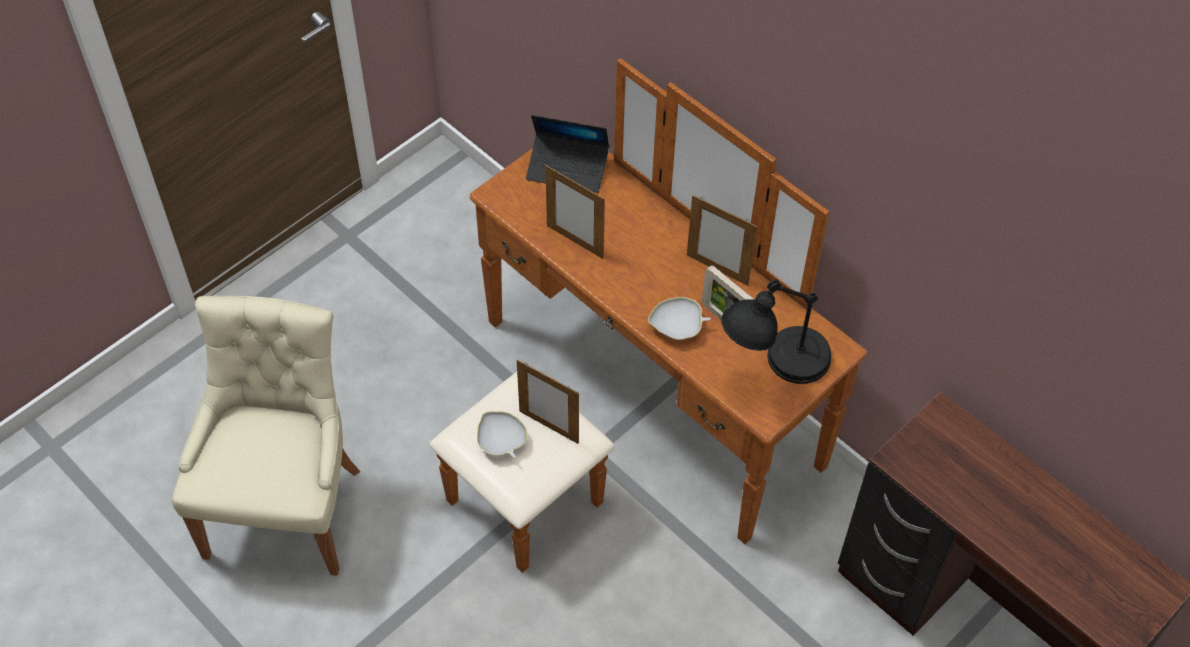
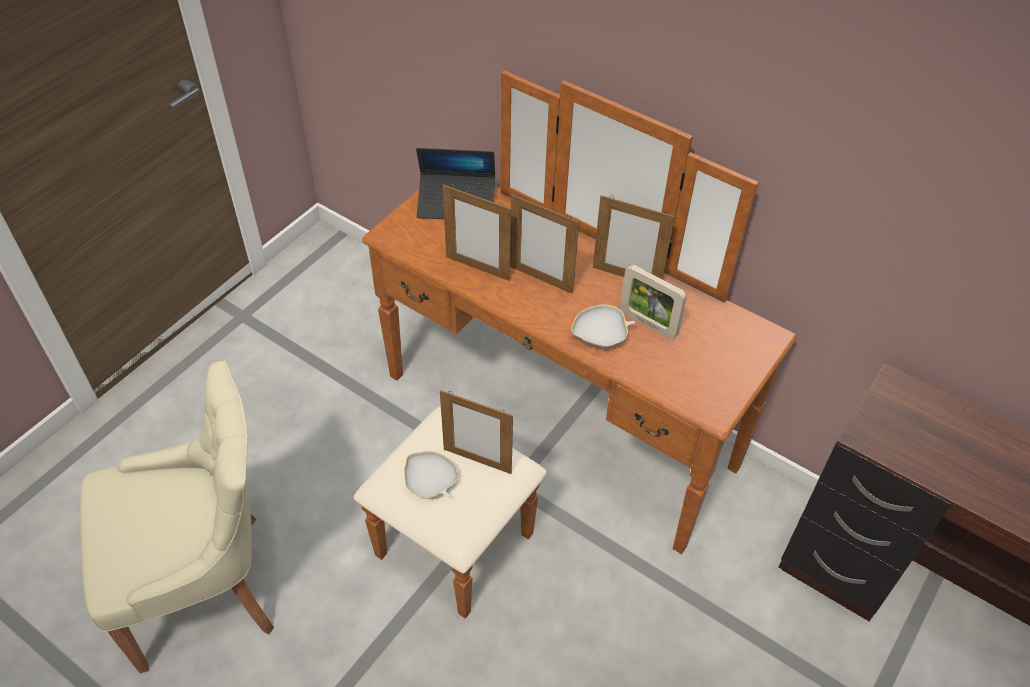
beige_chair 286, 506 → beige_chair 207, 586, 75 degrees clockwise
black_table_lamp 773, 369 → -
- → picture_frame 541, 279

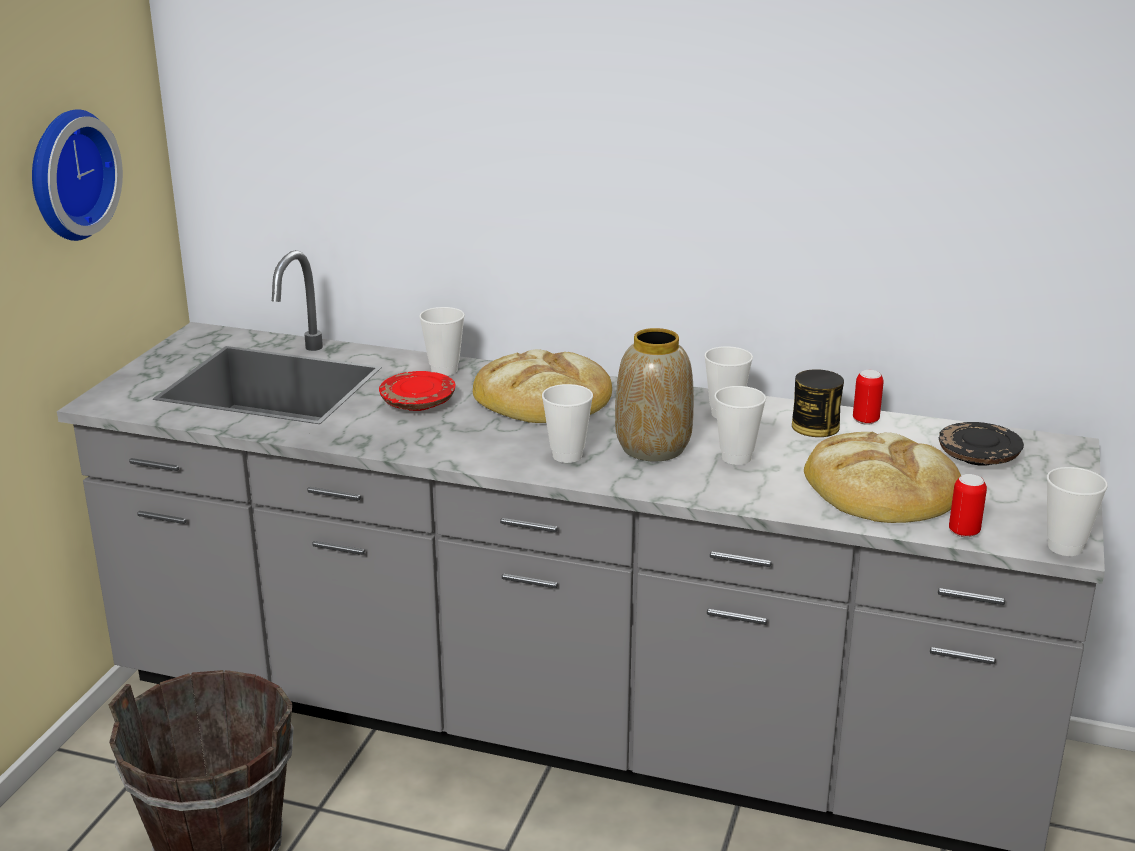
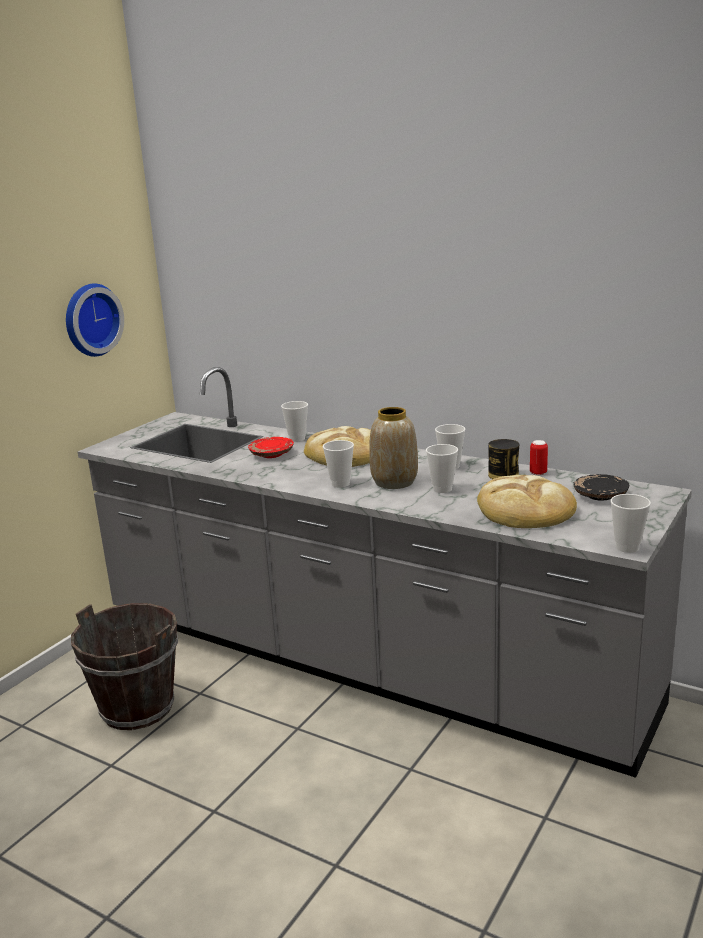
can 964, 532 → -

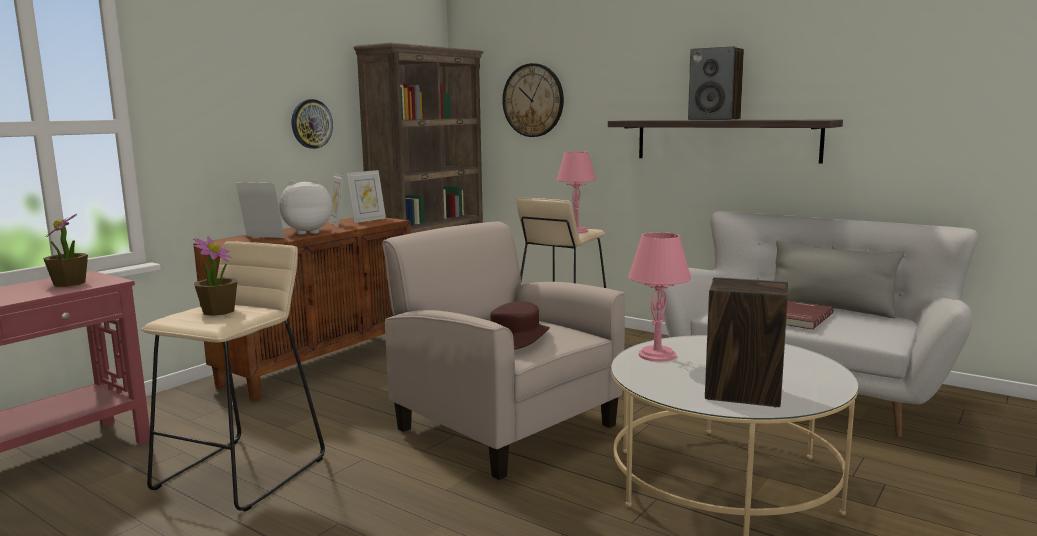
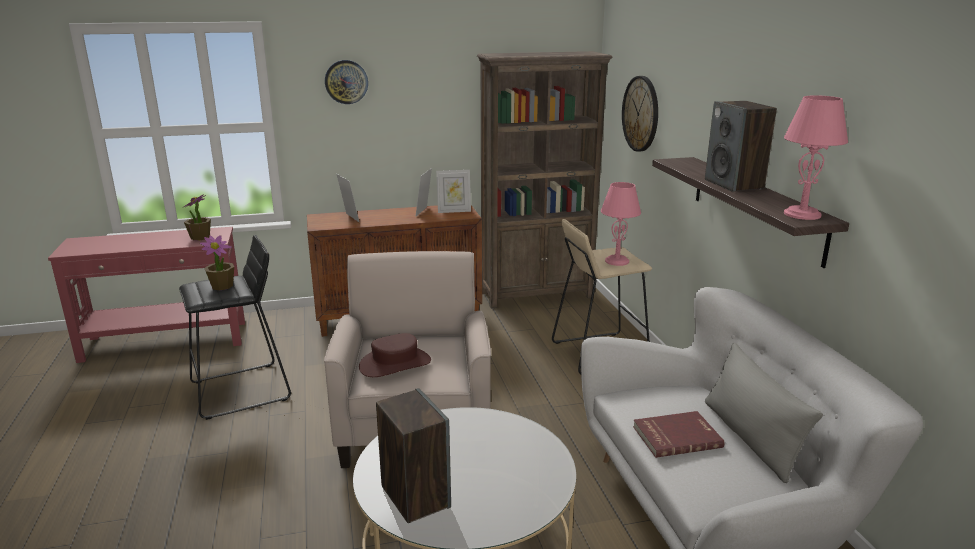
beige_stool 242, 473 → black_stool 241, 391
plush_toy 307, 232 → -
wall_clock 311, 124 → wall_clock 346, 82, shifted
pink_table_lamp 657, 355 → pink_table_lamp 802, 214, shifted

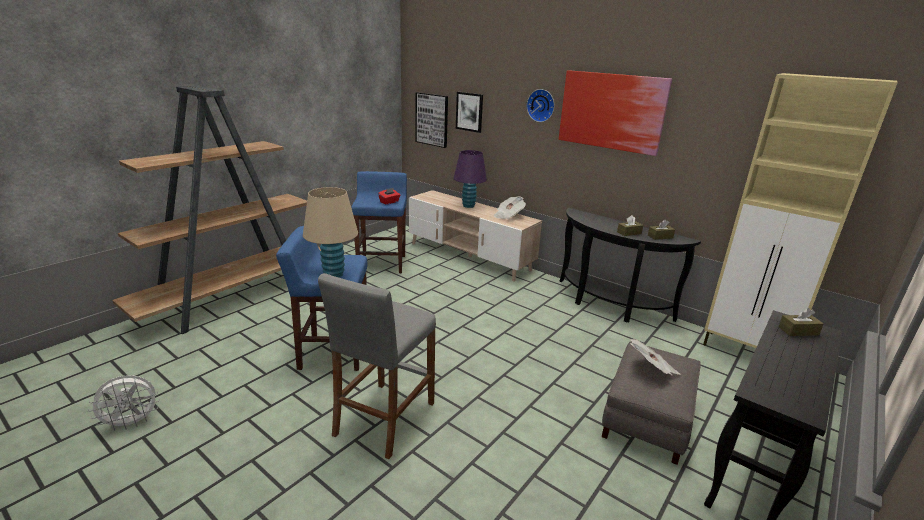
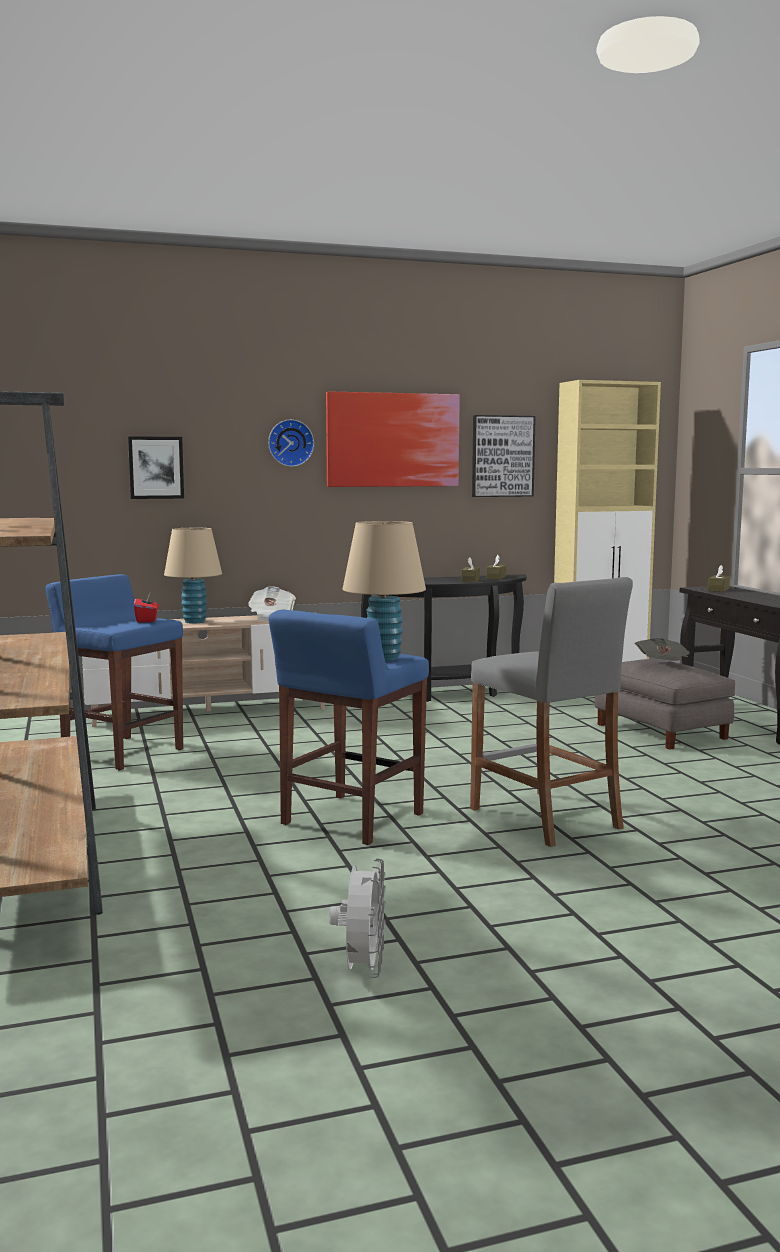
picture 432, 119 → picture 502, 456, shifted
purple_table_lamp 468, 206 → beige_table_lamp 194, 622

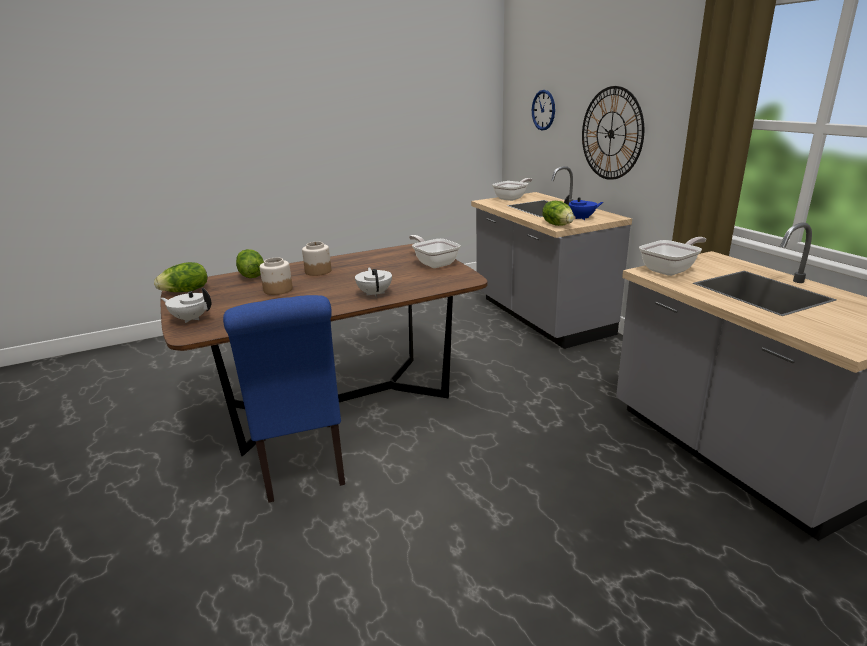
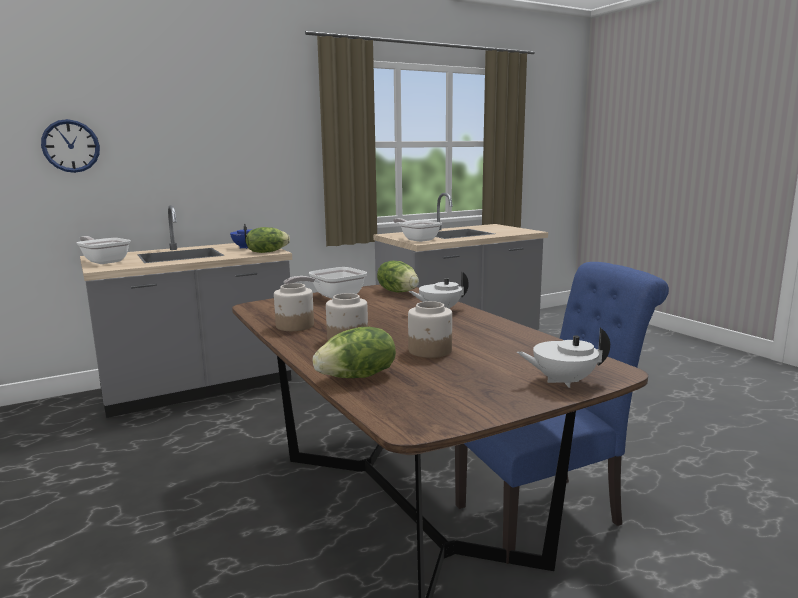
lettuce 186, 291 → lettuce 398, 291, shifted
white_teapot 191, 319 → white_teapot 562, 381, 75 degrees clockwise
wall_clock 611, 134 → -
- → jar 295, 326

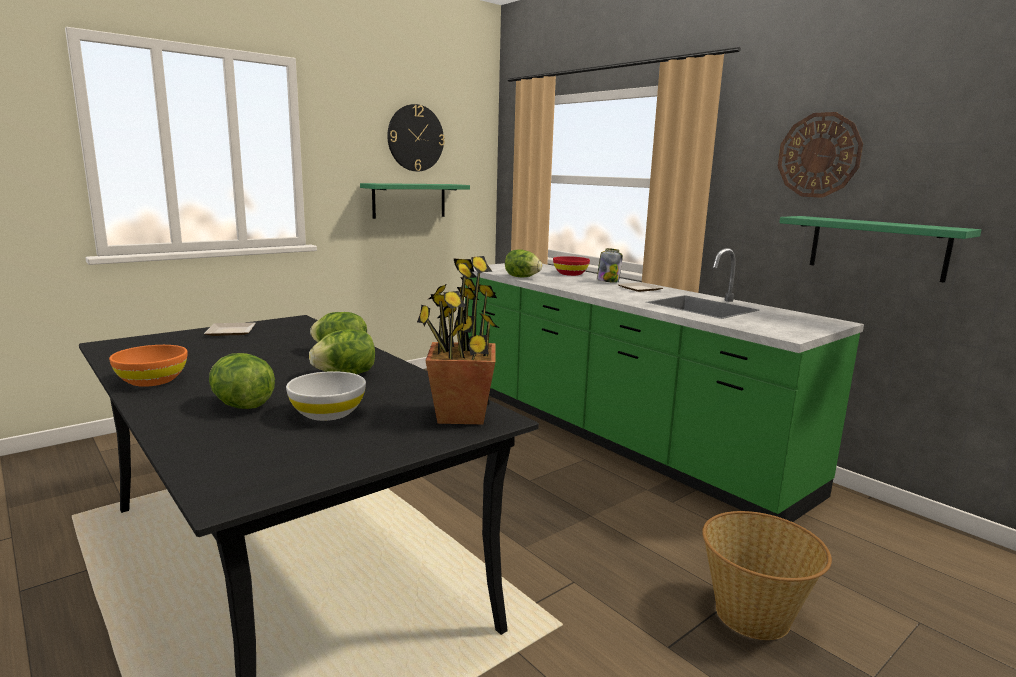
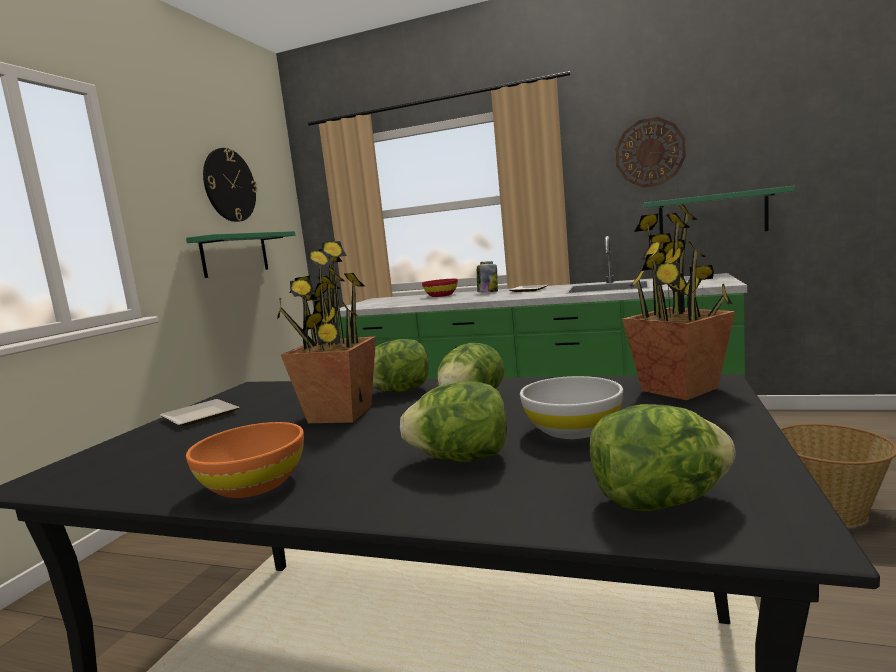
lettuce 522, 277 → lettuce 659, 502, shifted
- → potted_plant 340, 415

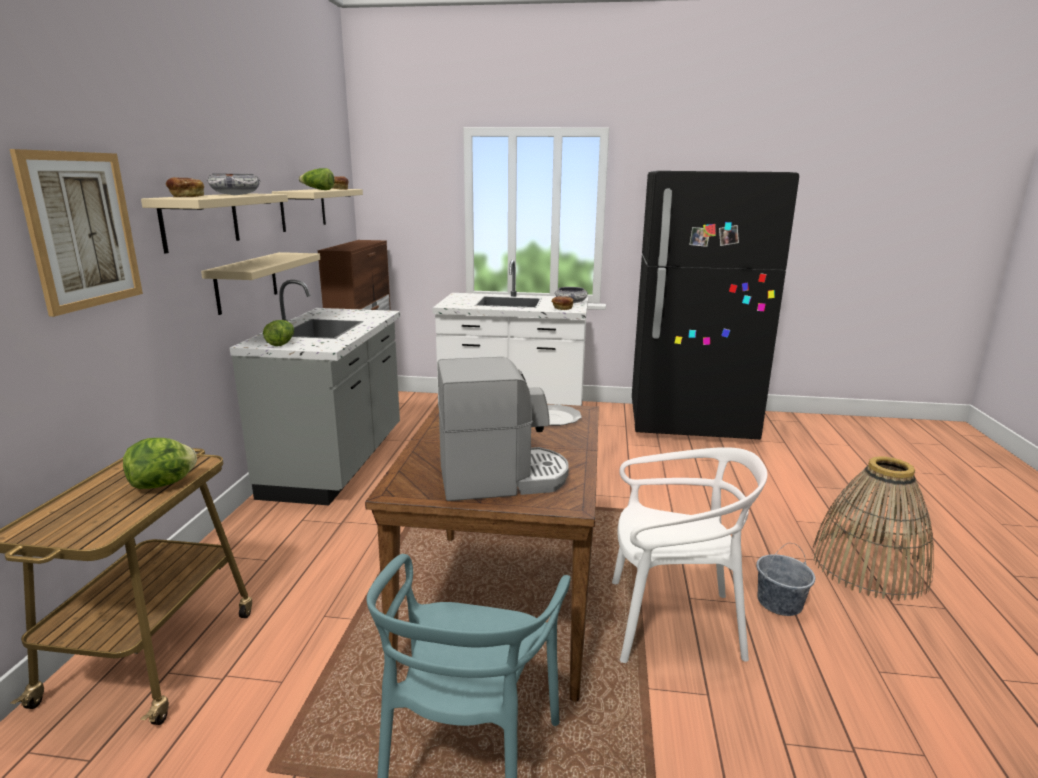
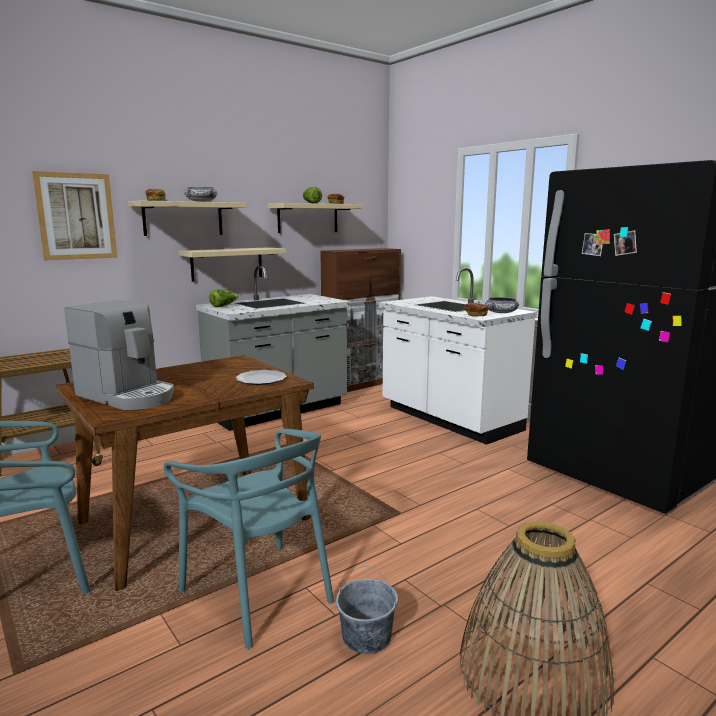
lettuce 164, 484 → -
white_chair 672, 622 → turquoise_chair 259, 592

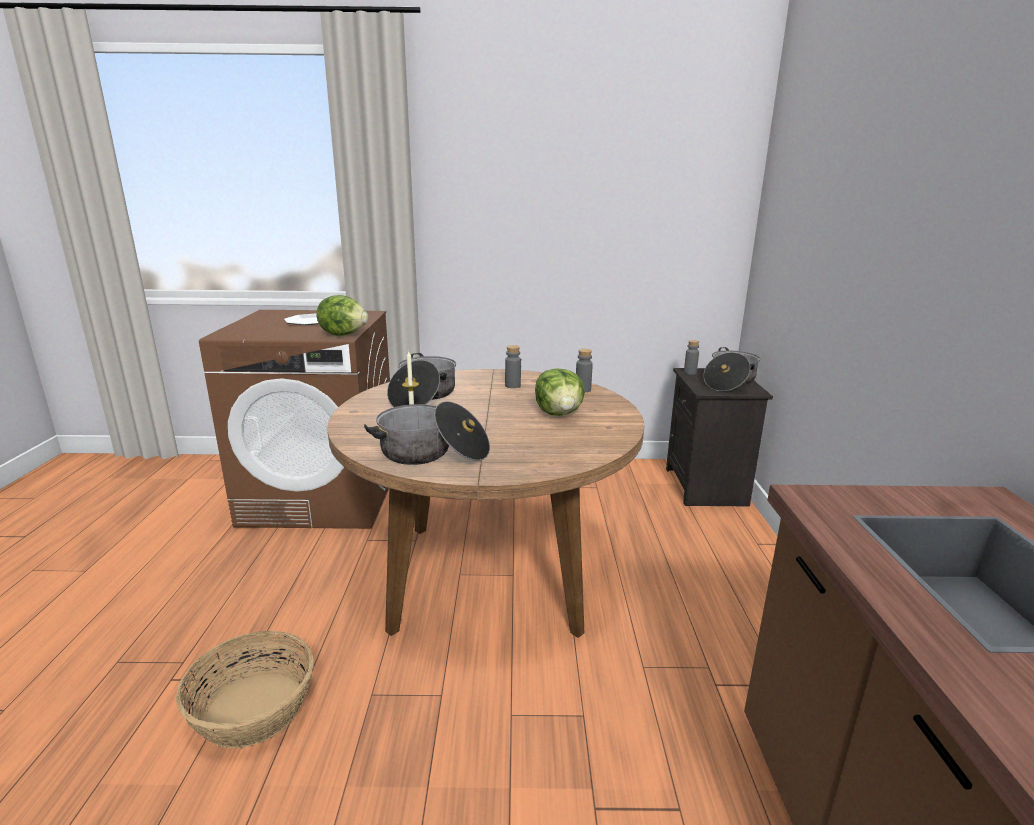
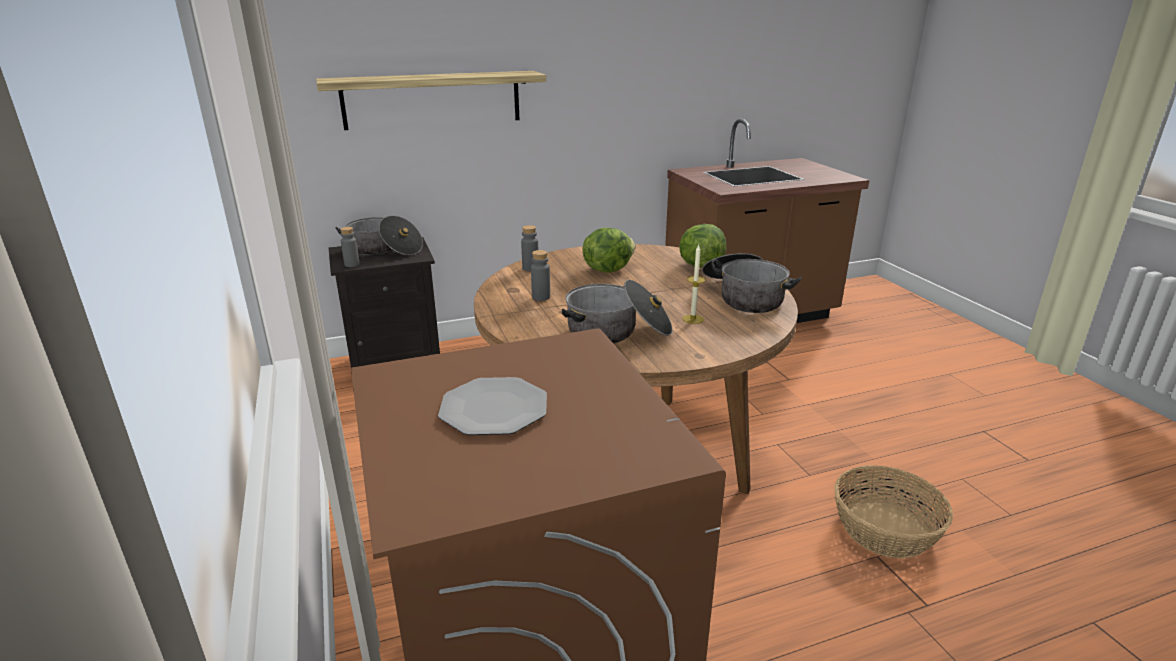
lettuce 344, 334 → lettuce 700, 265, shifted
- → shelf 432, 99

